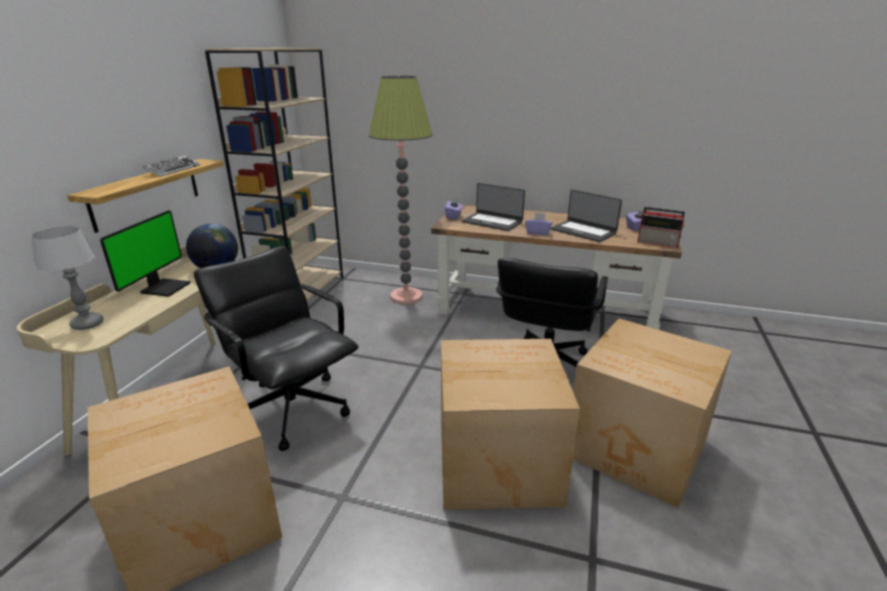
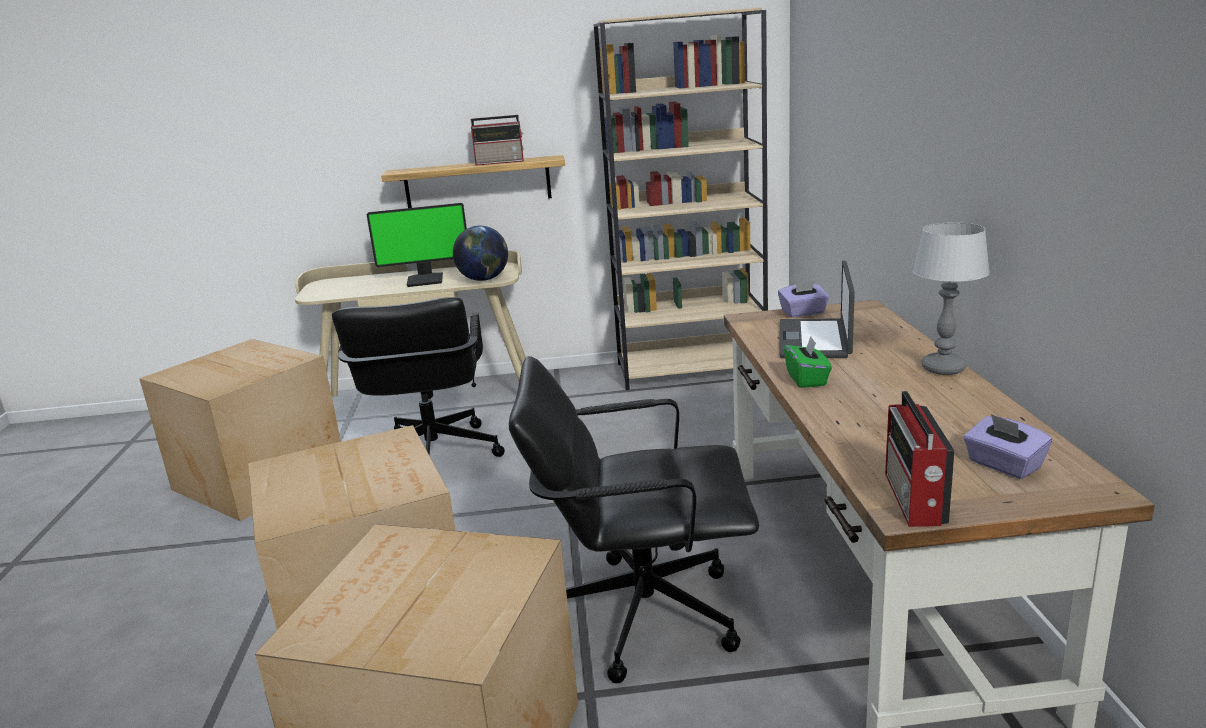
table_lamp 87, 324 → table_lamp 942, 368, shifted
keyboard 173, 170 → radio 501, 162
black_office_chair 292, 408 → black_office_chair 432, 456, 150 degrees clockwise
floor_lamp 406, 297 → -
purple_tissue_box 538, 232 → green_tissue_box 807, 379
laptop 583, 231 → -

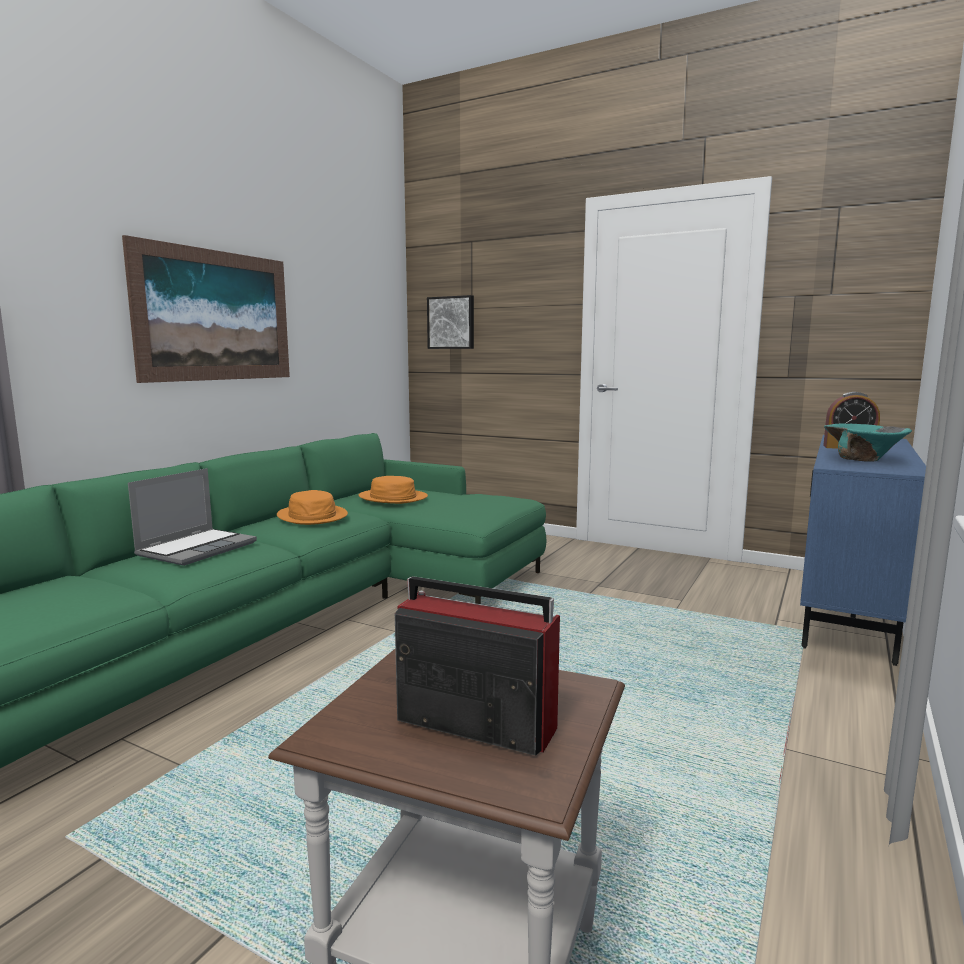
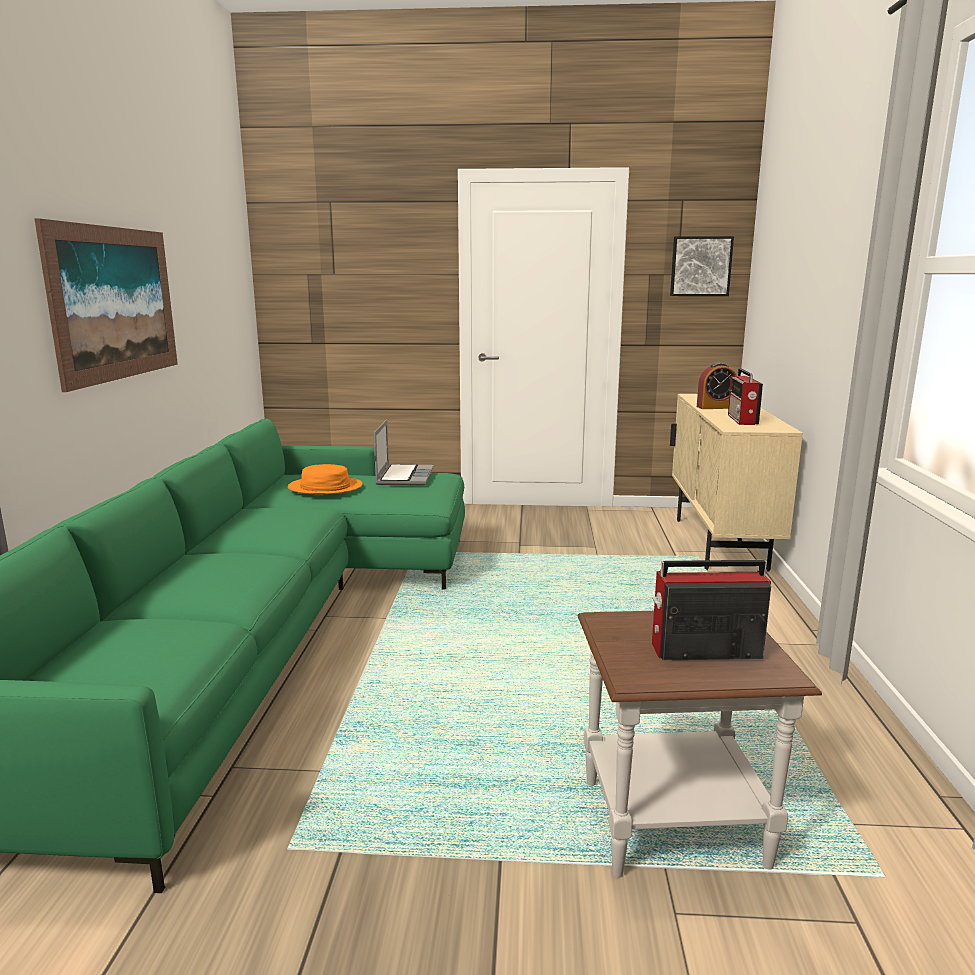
laptop 197, 548 → laptop 404, 476, shifted
orange_hat 312, 516 → -
picture 451, 322 → picture 700, 266, shifted
blue_cabinet 847, 621 → beige_cabinet 719, 544
turquoise_bowl 863, 460 → radio 742, 420

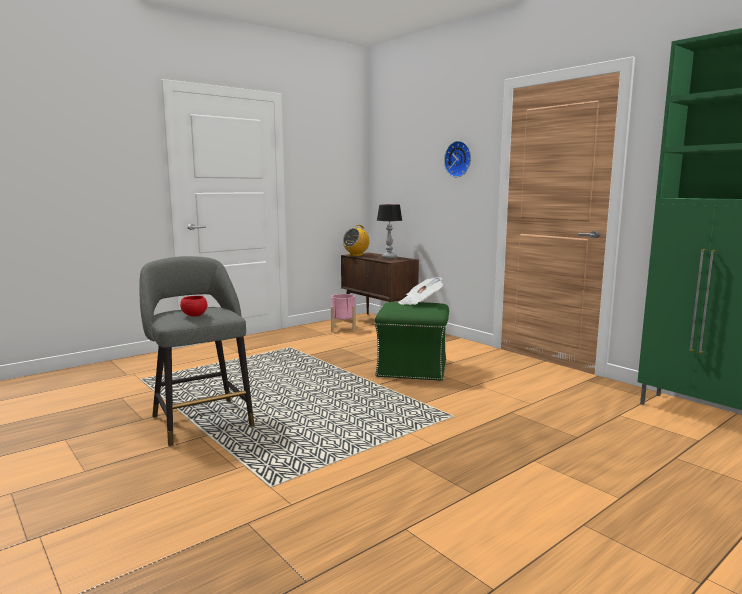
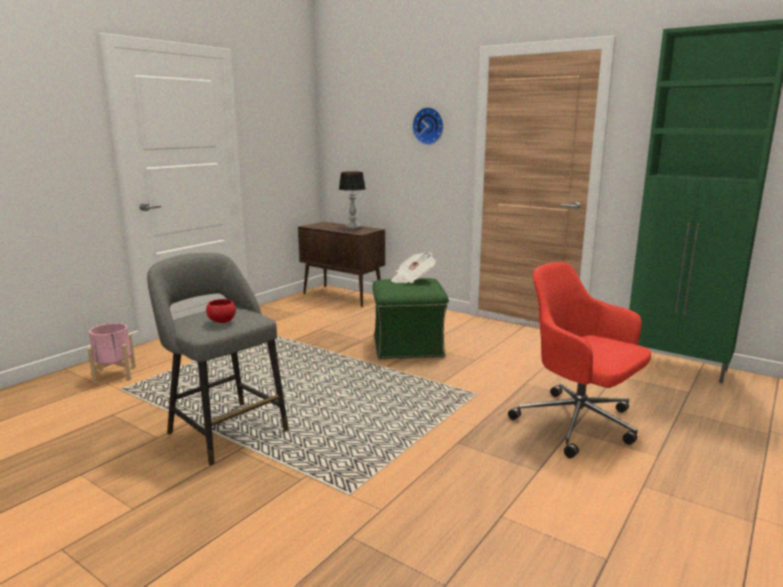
pink_planter 343, 329 → pink_planter 114, 375, shifted
radio 356, 255 → -
- → red_office_chair 579, 424

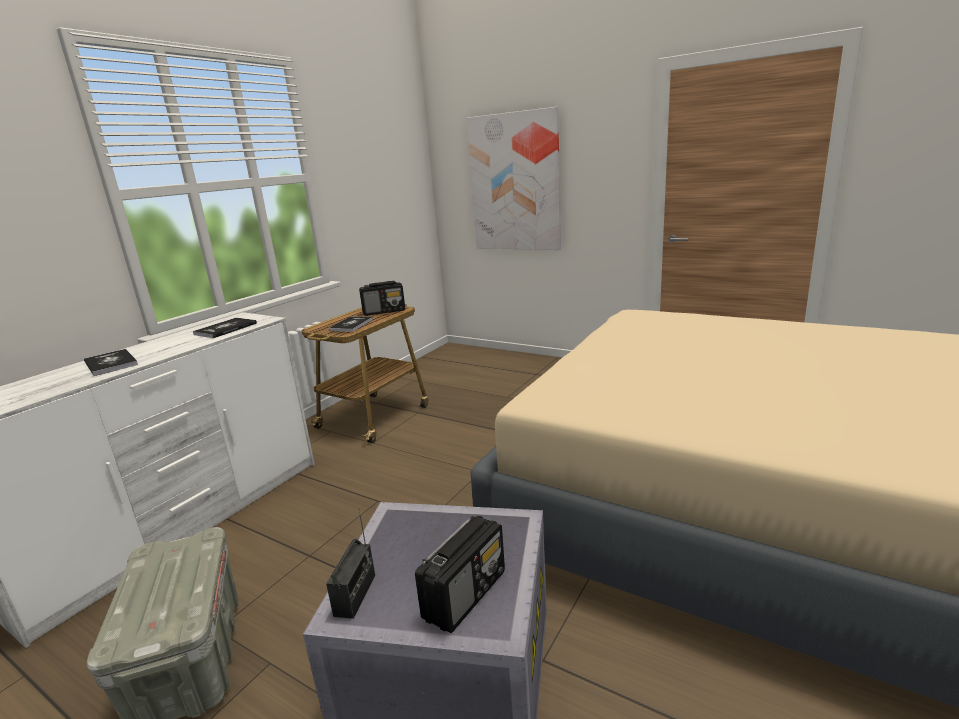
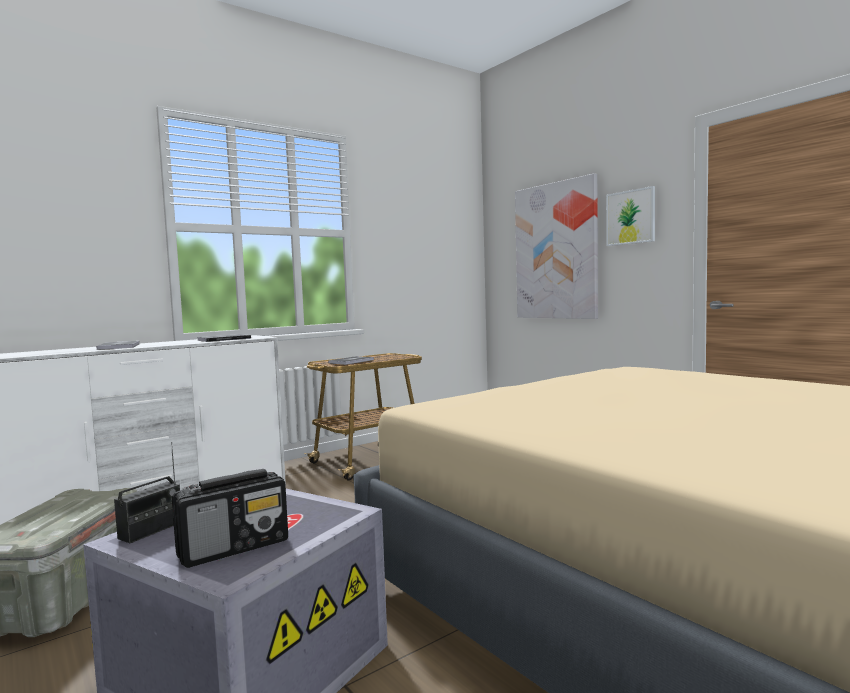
radio 384, 311 → -
- → picture 630, 217

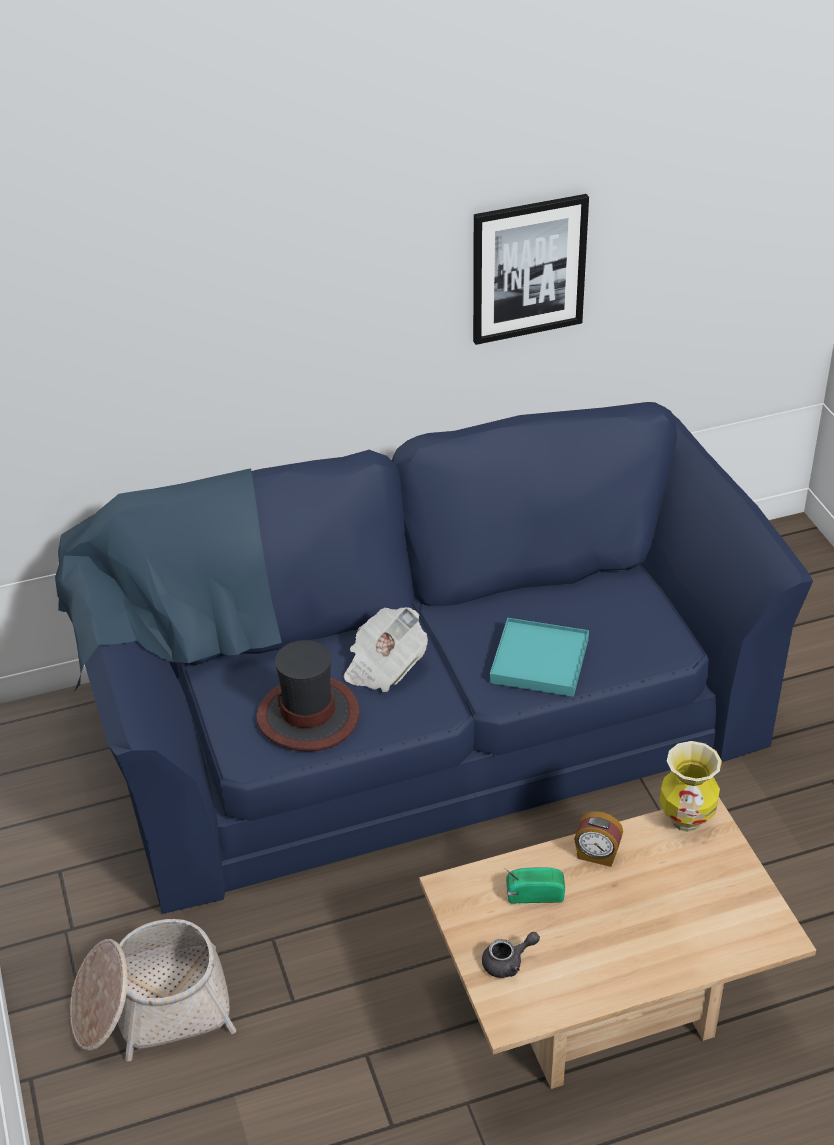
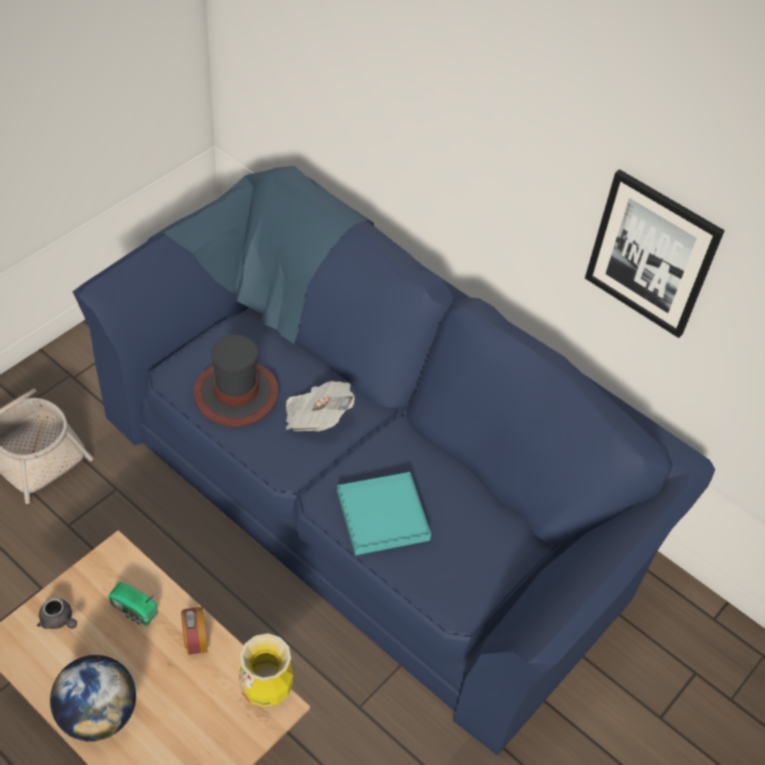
radio 533, 893 → radio 134, 610, 150 degrees clockwise
- → globe 98, 714

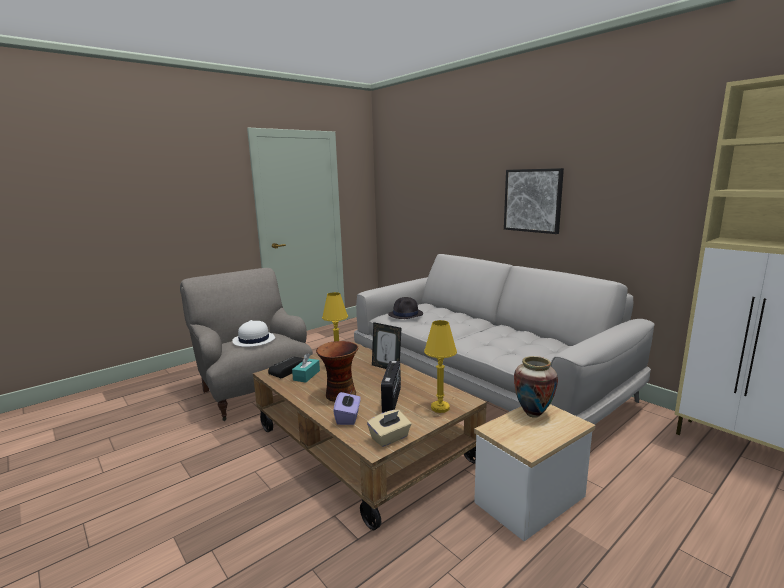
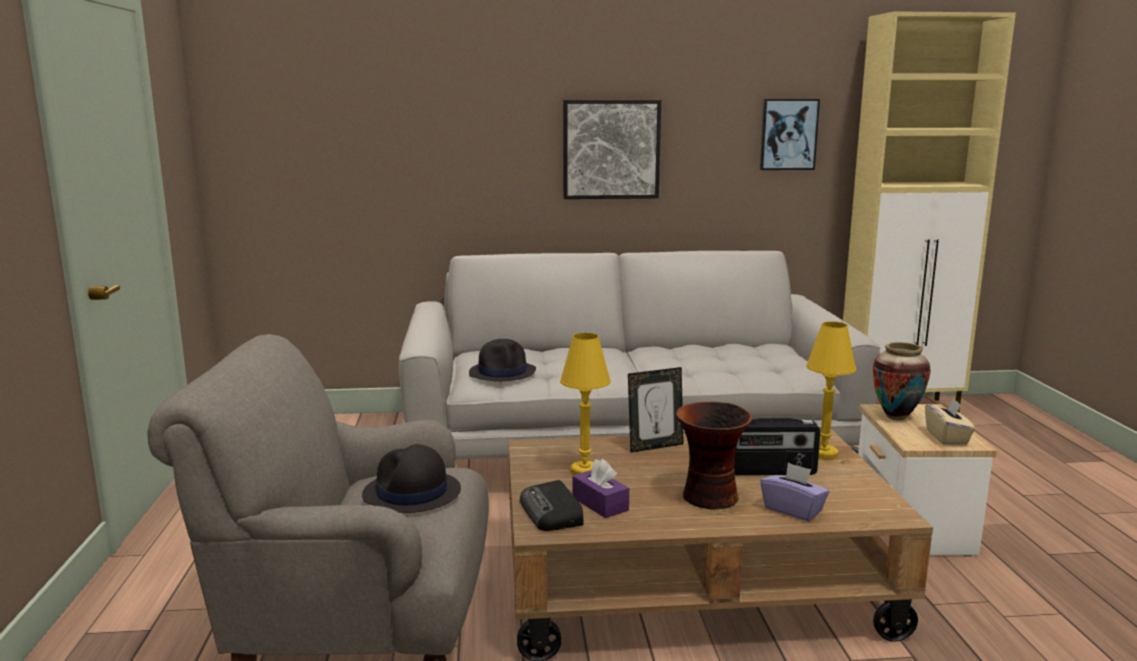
white_hat 253, 340 → black_hat 411, 493
turquoise_tissue_box 306, 375 → purple_tissue_box 600, 504
beige_tissue_box 390, 438 → beige_tissue_box 947, 437, shifted
radio 392, 400 → radio 771, 472, 135 degrees clockwise
- → picture 788, 134

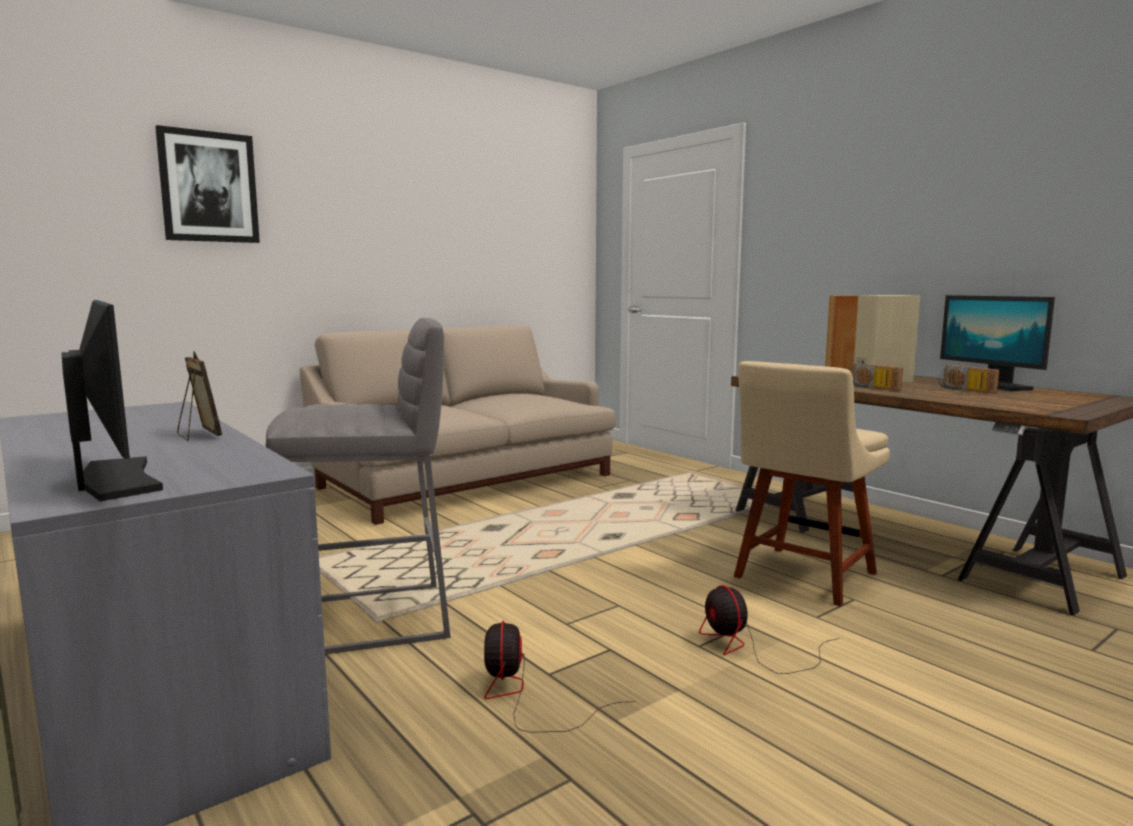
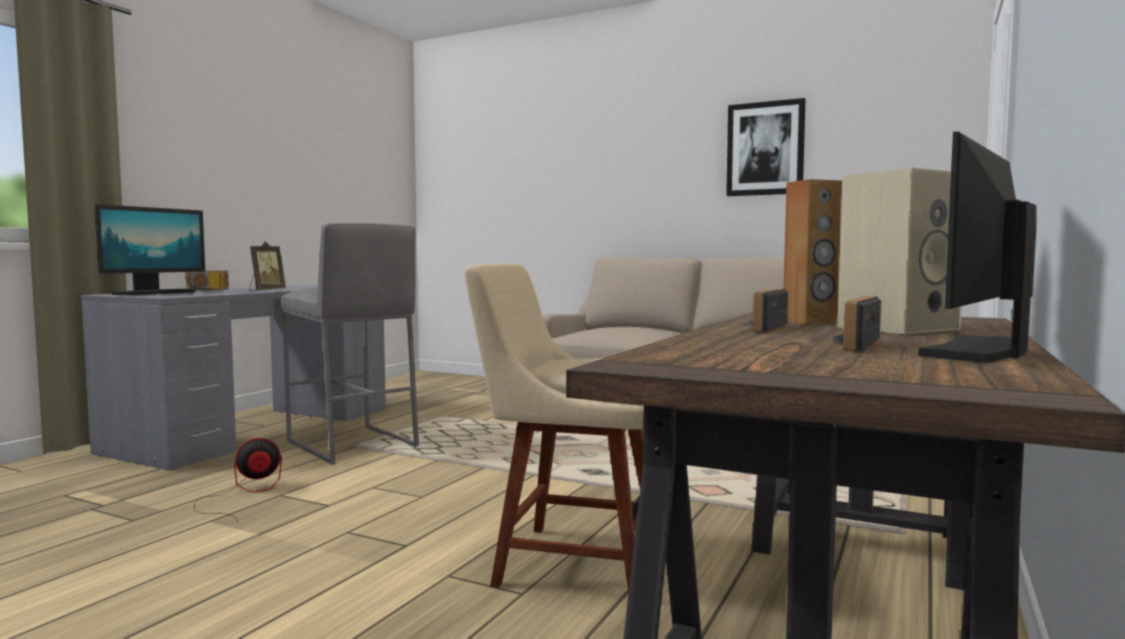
picture 209, 187 → picture 765, 149, shifted
fan 751, 648 → -
- → radio 209, 290

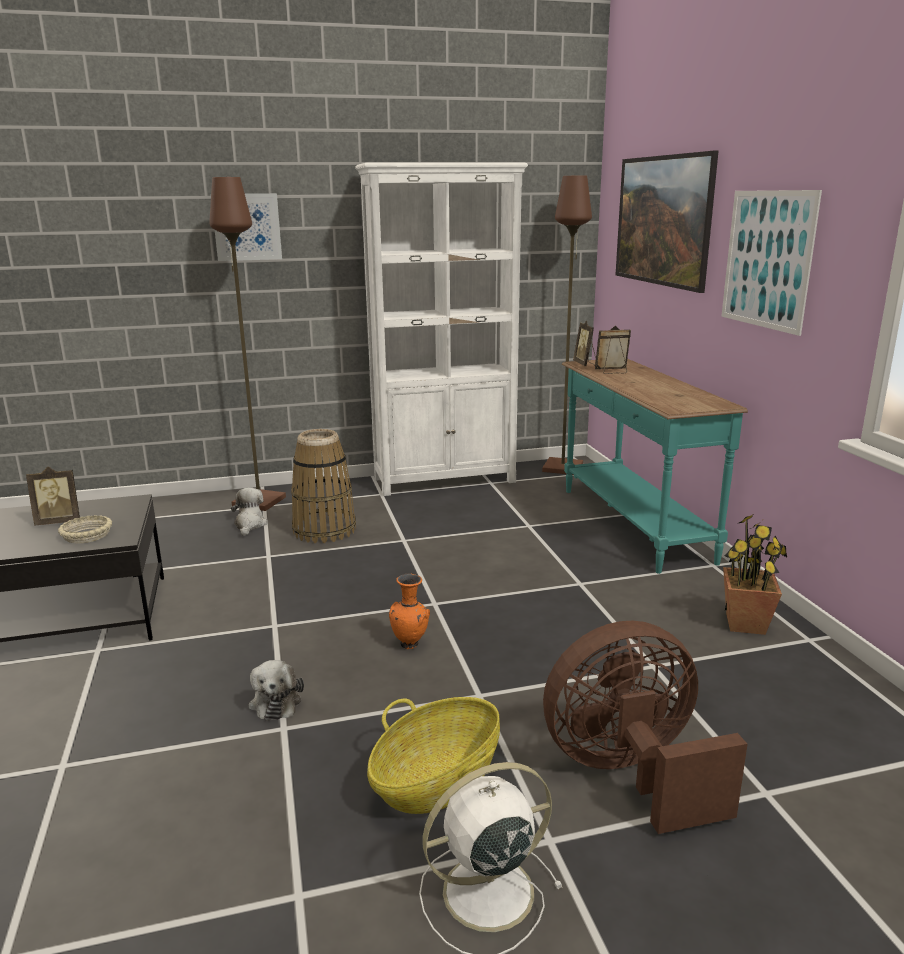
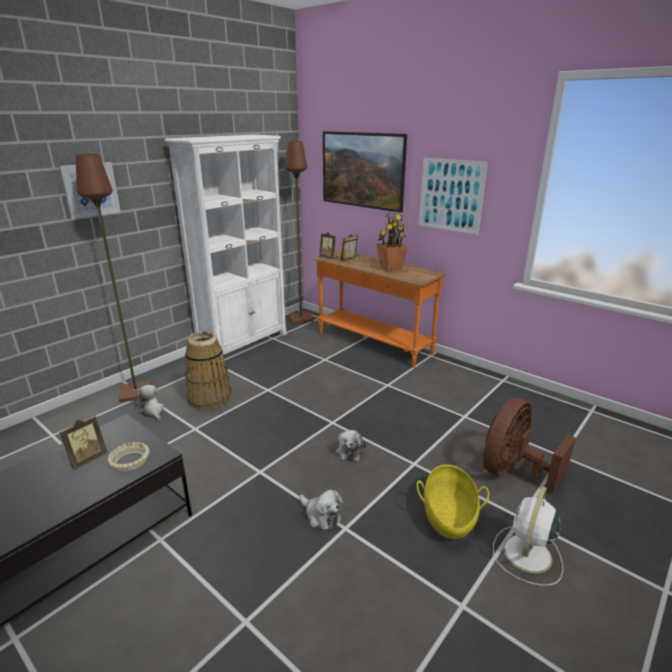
orange_vase 410, 644 → plush_toy 349, 451
turquoise_console_table 632, 524 → orange_console_table 373, 343
potted_plant 745, 624 → potted_plant 390, 268, shifted

